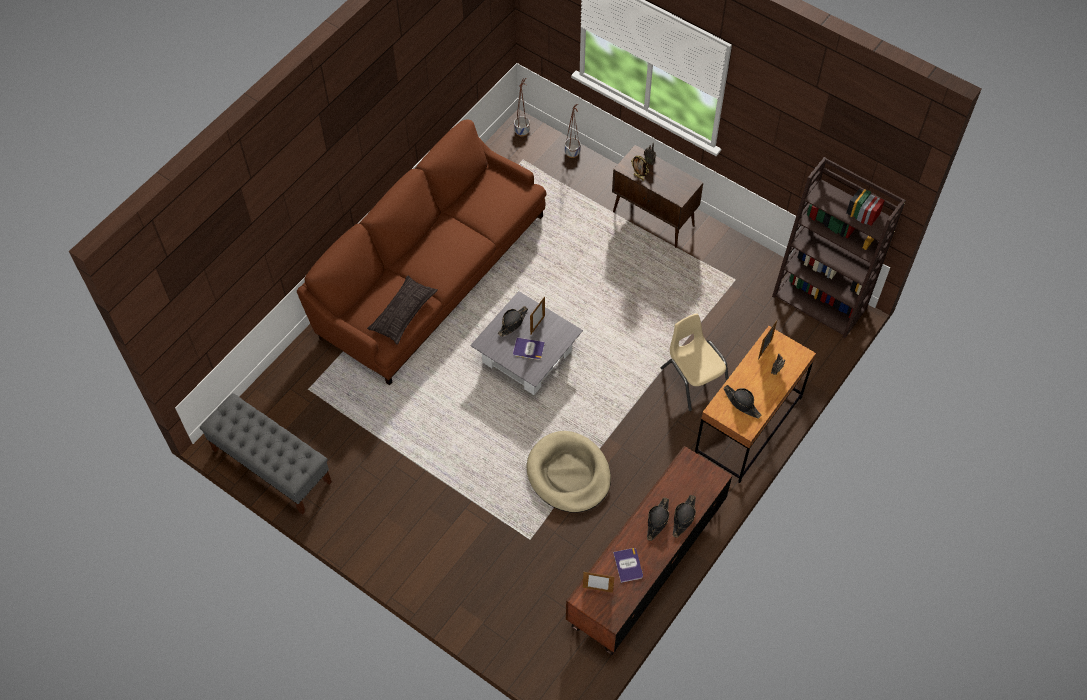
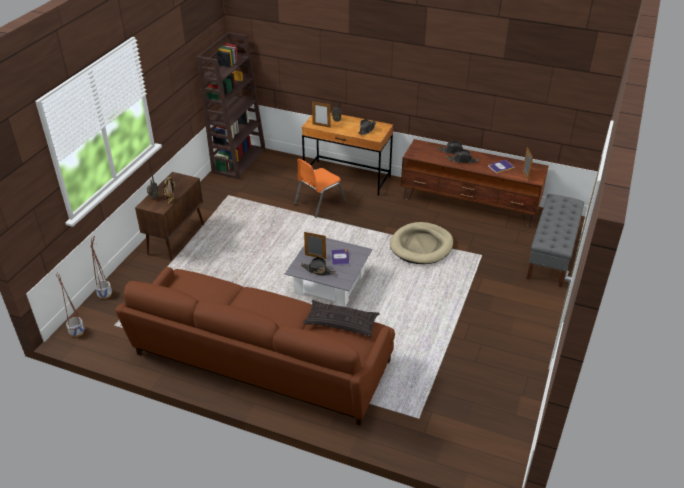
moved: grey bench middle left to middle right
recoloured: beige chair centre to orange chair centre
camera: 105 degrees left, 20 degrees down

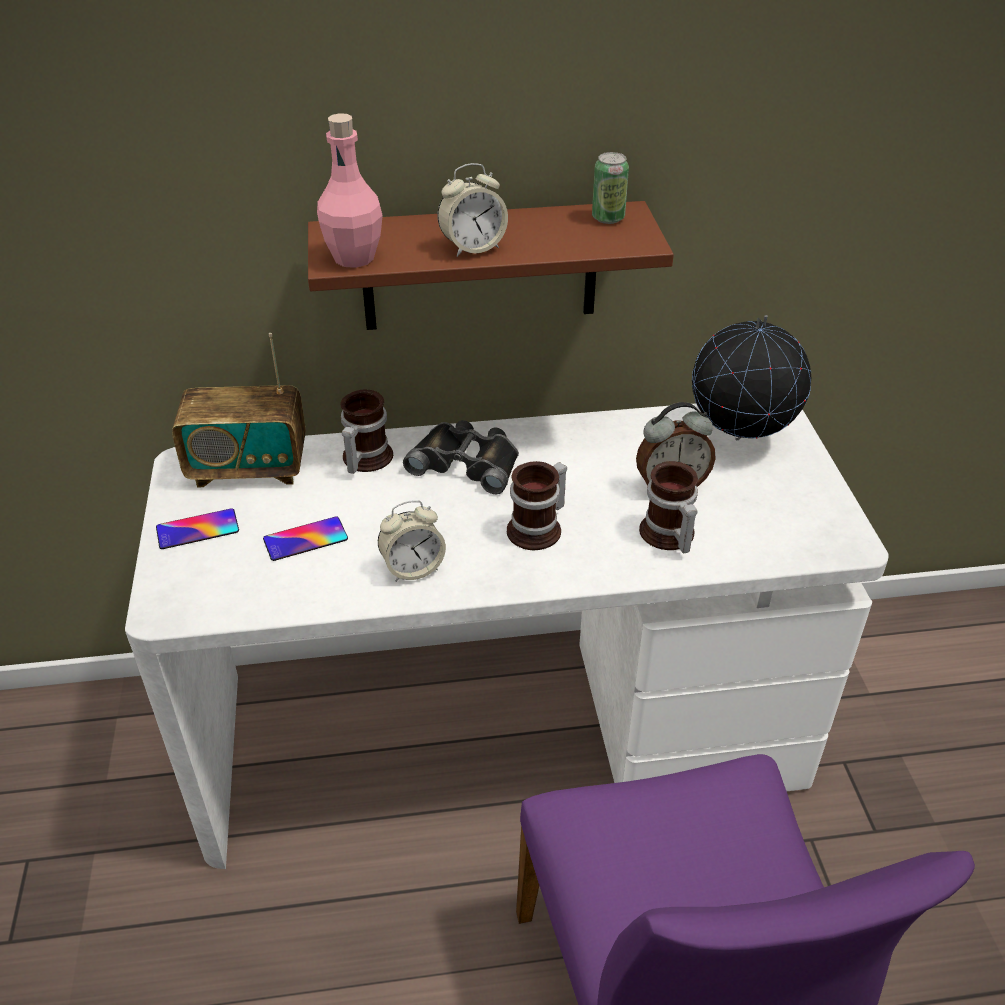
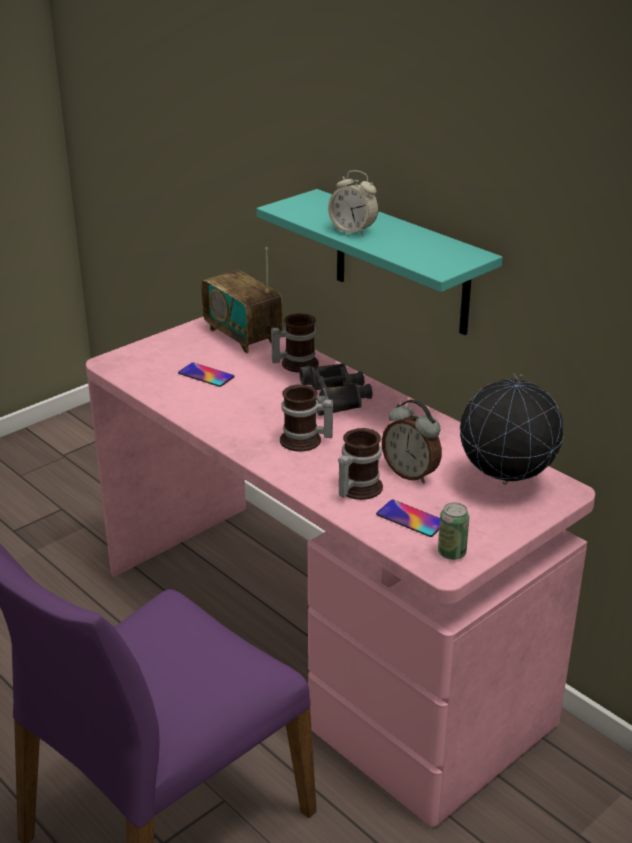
removed: pink bottle top centre; alarm clock (1st from left) centre
moved: phone (1st from left in the first image) middle left to phone (2nd from left) centre; can top centre to middle right
recoloured: white desk centre to pink desk bottom centre; brown shelf top centre to turquoise shelf top centre
camera: 55 degrees right, 10 degrees down

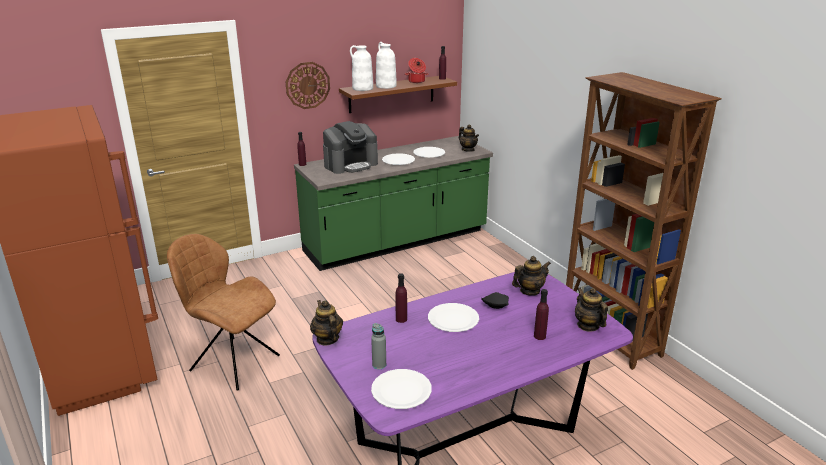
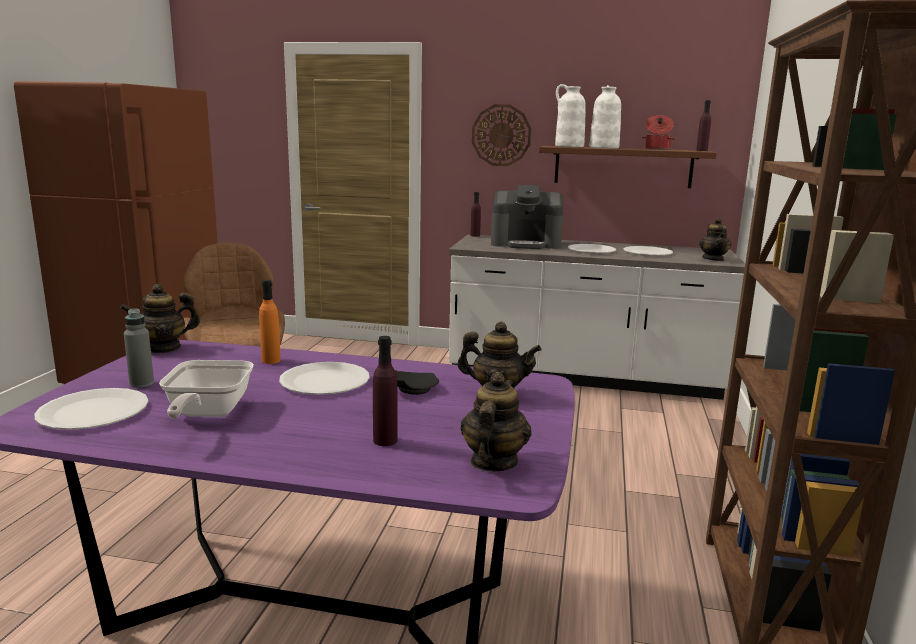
added: frying pan middle left
recoloured: green counter centre to white counter centre; purple bottle (2nd from left) centre to orange bottle middle left
turned: teapot (1st from left) bottom centre = middle left 135 degrees counterclockwise
camera: 40 degrees right, 10 degrees down

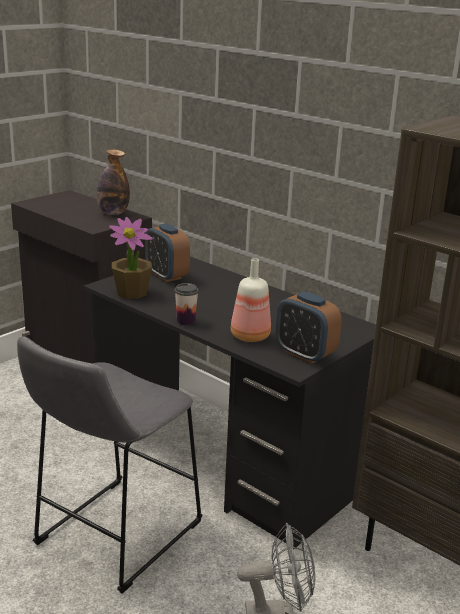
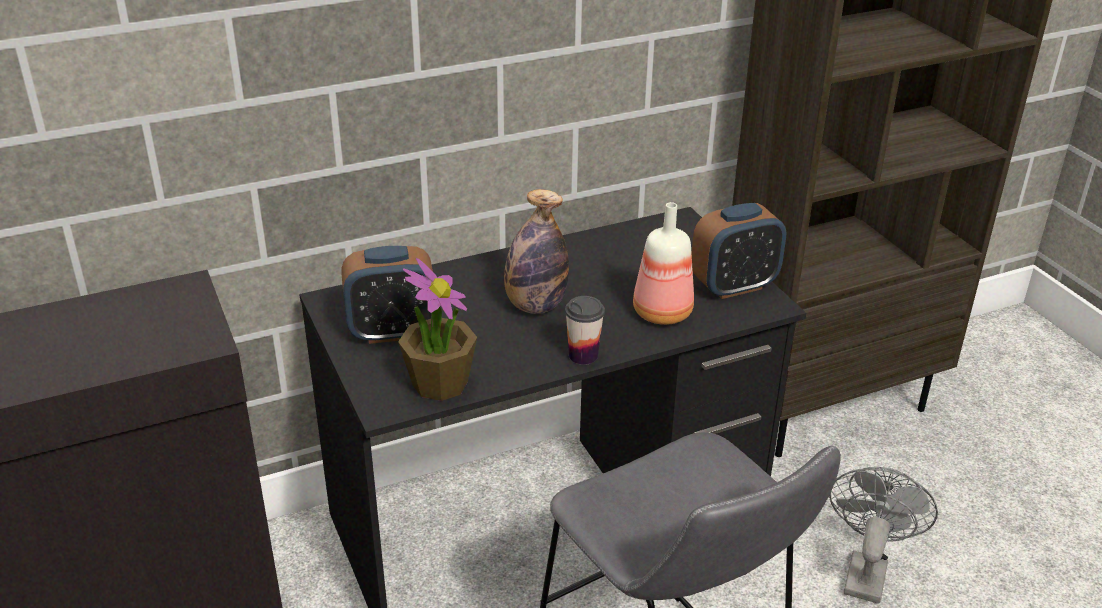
moved: bottle (1st from left) top left to centre
camera: 65 degrees left, 10 degrees up

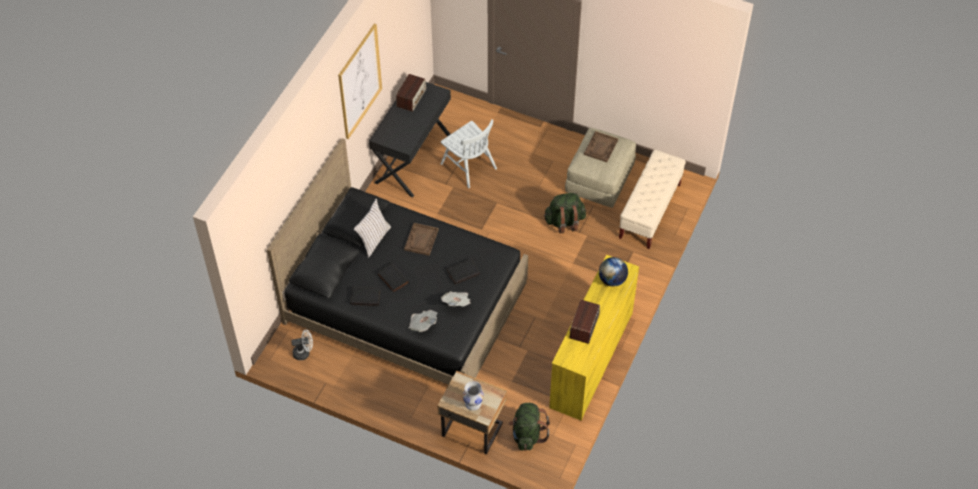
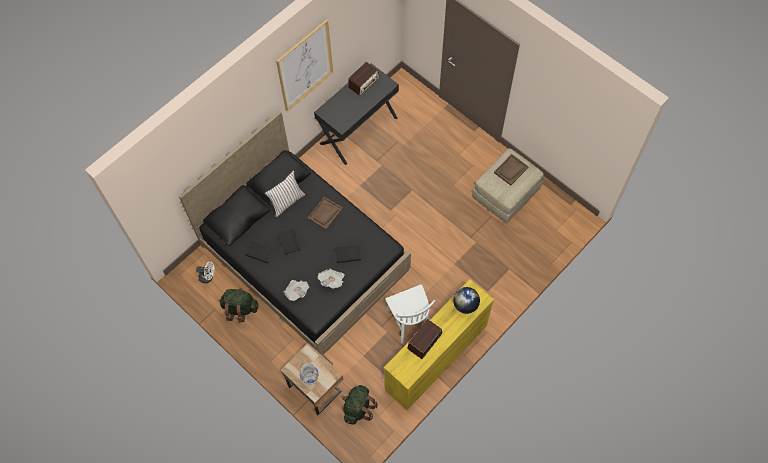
removed: beige bench middle right
moved: white chair top centre to bottom centre; green backpack (2nd from left in the first image) centre to green backpack (1st from left) middle left
camera: 20 degrees right, 10 degrees up

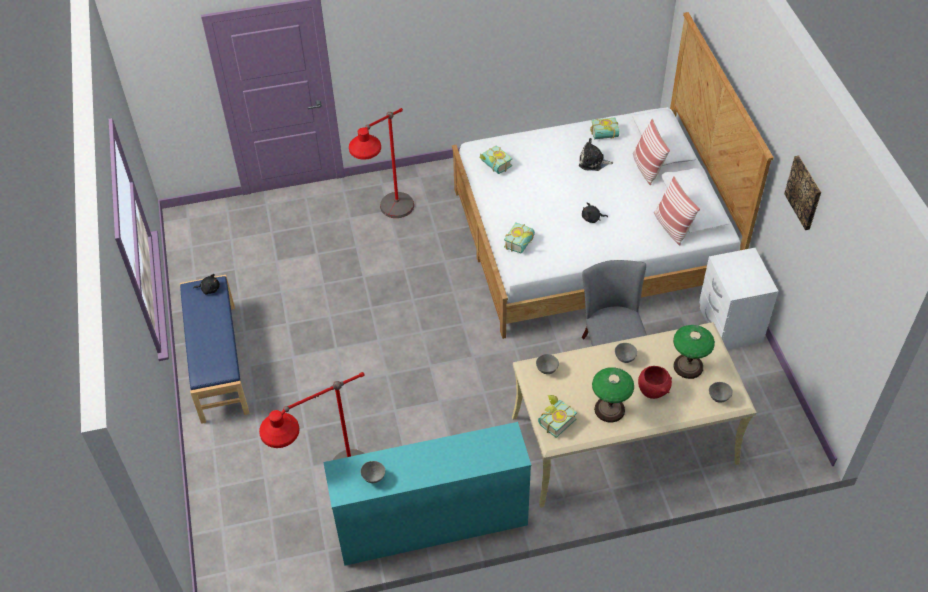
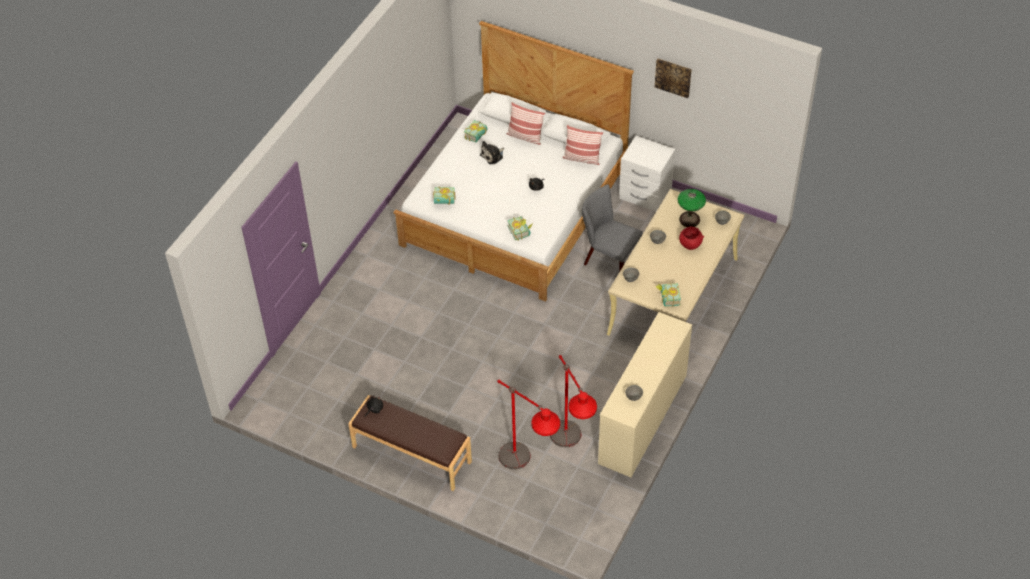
removed: table lamp (1st from left) bottom centre
moved: red floor lamp (2nd from left in the first image) top centre to red floor lamp (1st from left) bottom centre
recoloured: blue bench middle left to brown bench bottom centre; turquoise dresser bottom centre to beige dresser bottom centre
camera: 50 degrees left, 0 degrees up

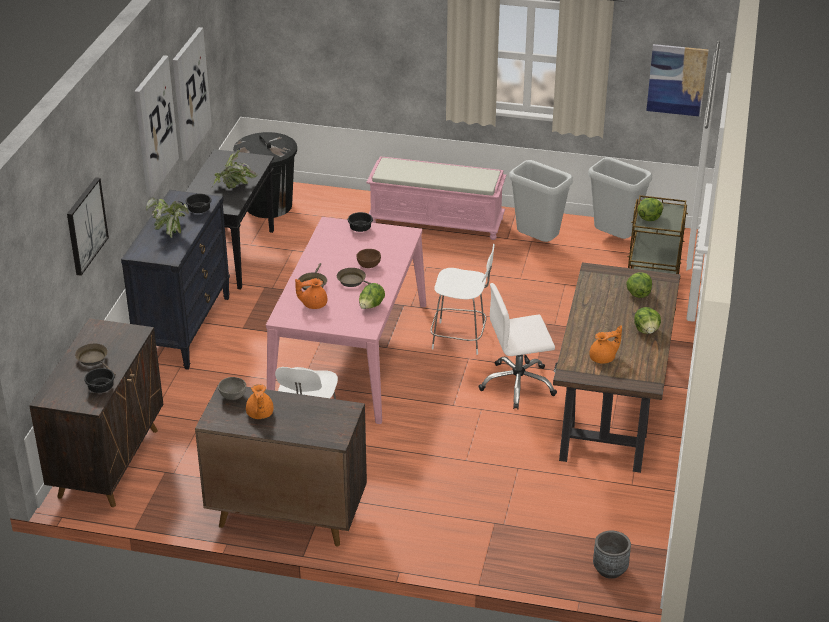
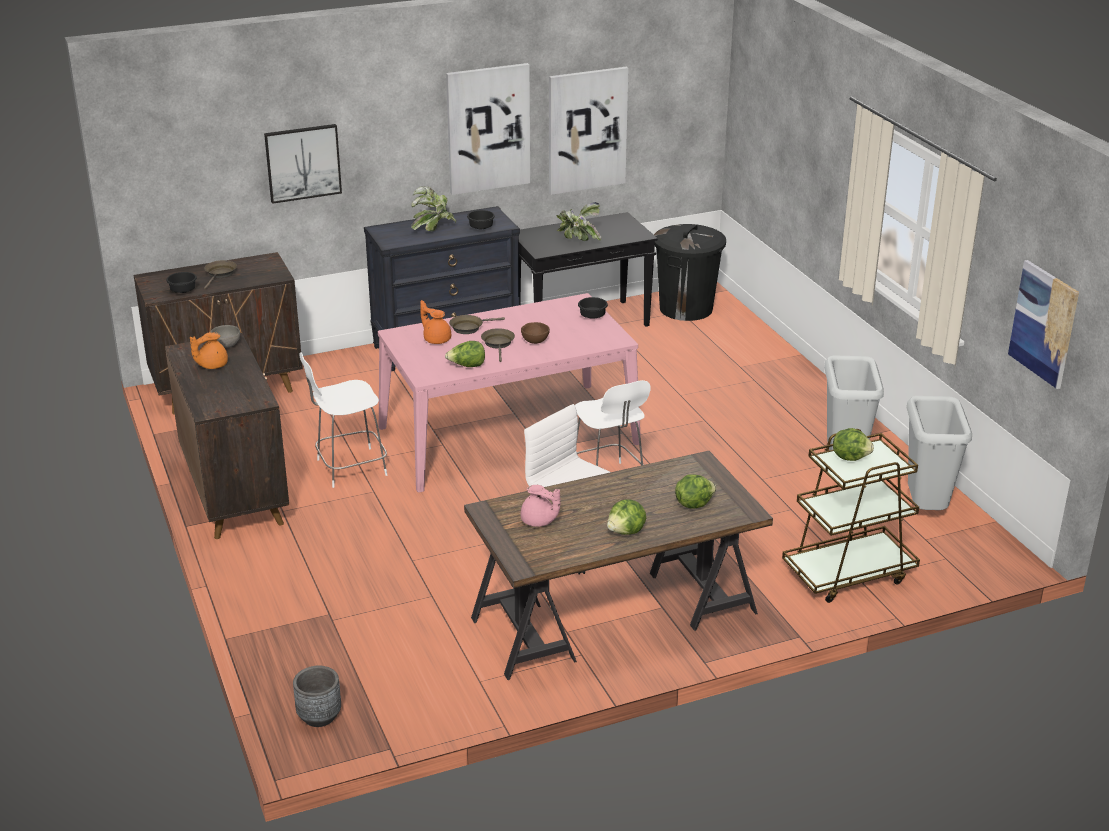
removed: pink bench top centre
recoloured: orange teapot (3rd from left) middle right to pink teapot centre
camera: 55 degrees right, 5 degrees down

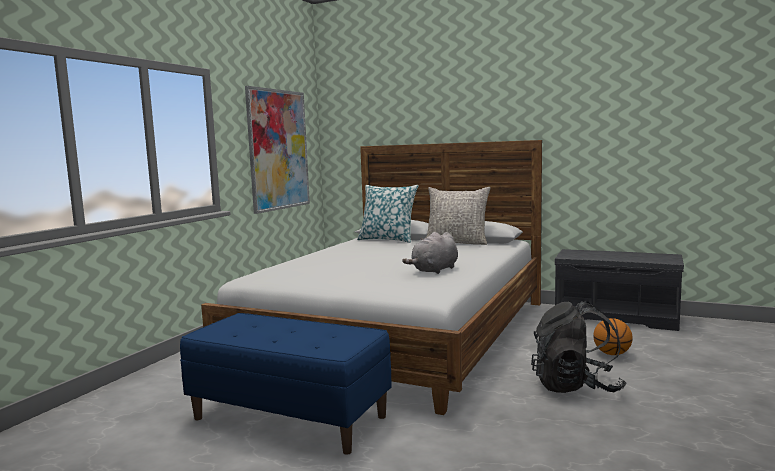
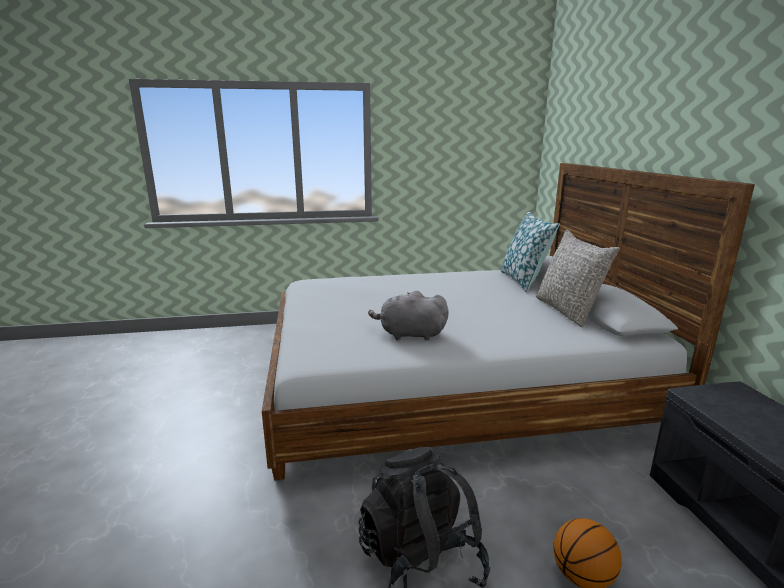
removed: blue bench bottom centre; picture top centre
camera: 55 degrees right, 10 degrees up

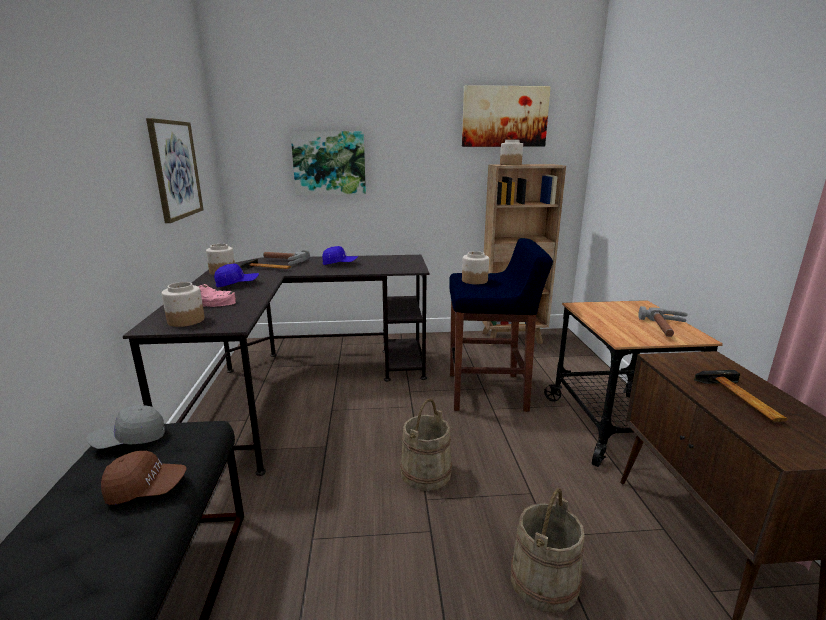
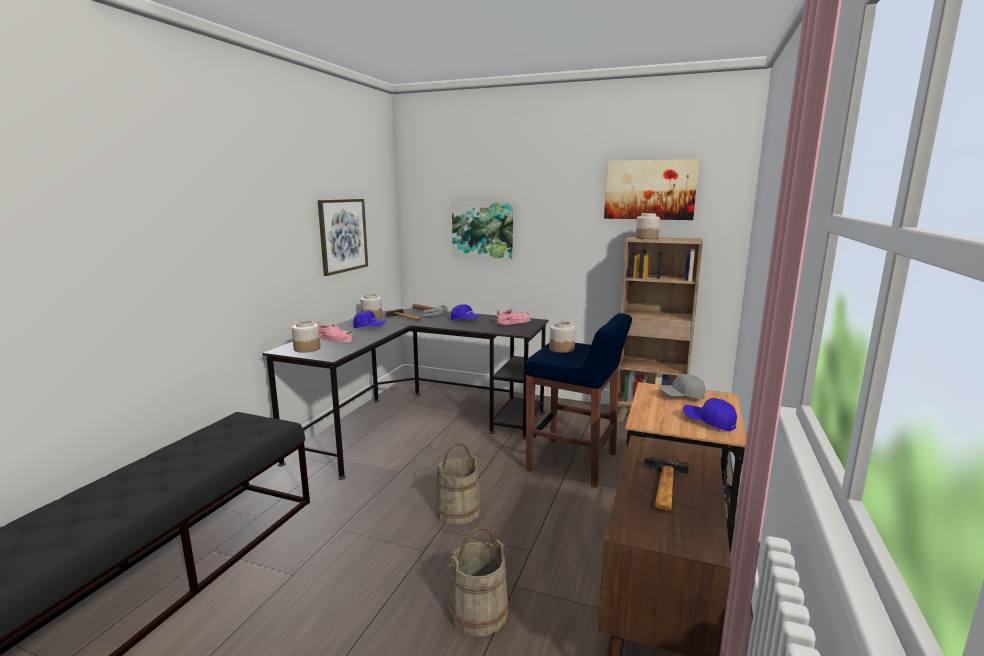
removed: brown cap bottom left
added: pink shoe (2nd from left) centre
moved: grey cap bottom left to middle right
replaced: hammer (3rd from left) middle right to blue cap (3rd from left) middle right
camera: 25 degrees right, 5 degrees down

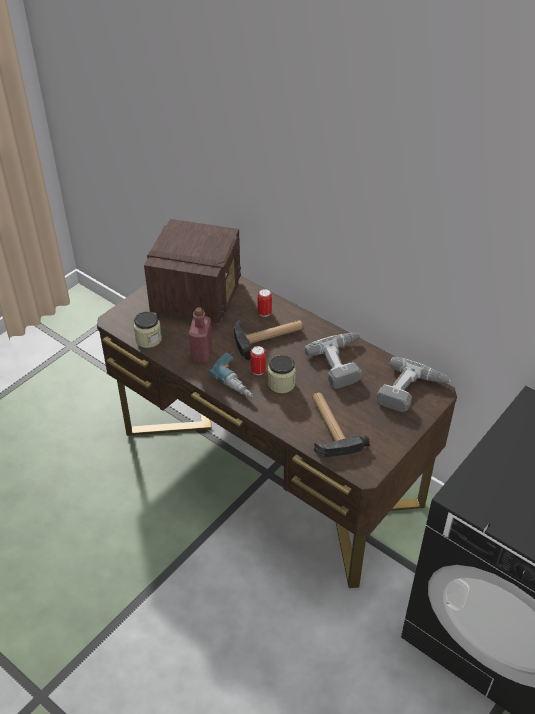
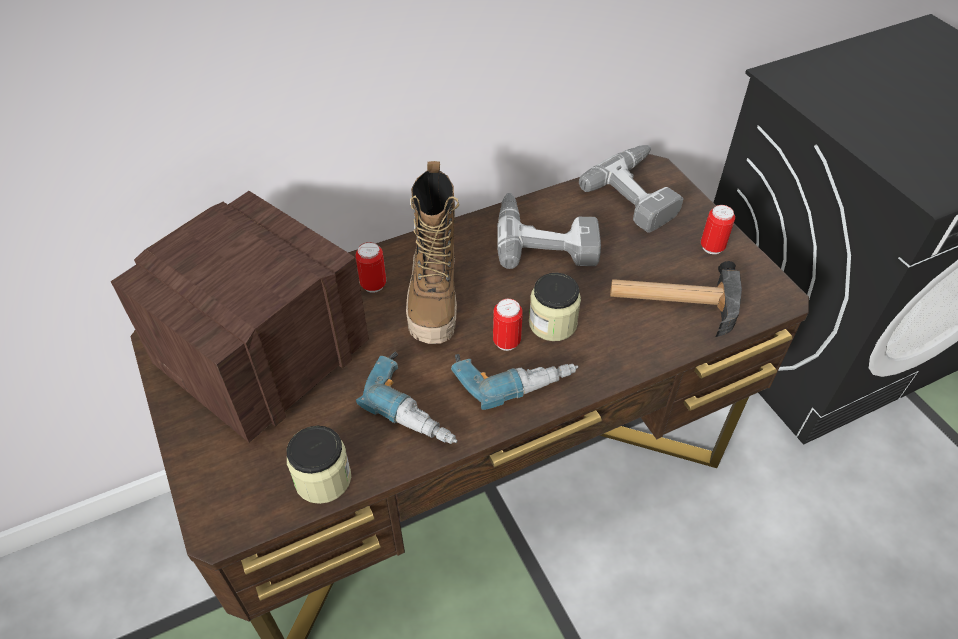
added: can (3rd from left) middle right
replaced: red bottle centre to power drill (1st from left) centre; hammer (1st from left) centre to boot centre
turned: radio centre = middle left 90 degrees counterclockwise
camera: 65 degrees left, 5 degrees up

